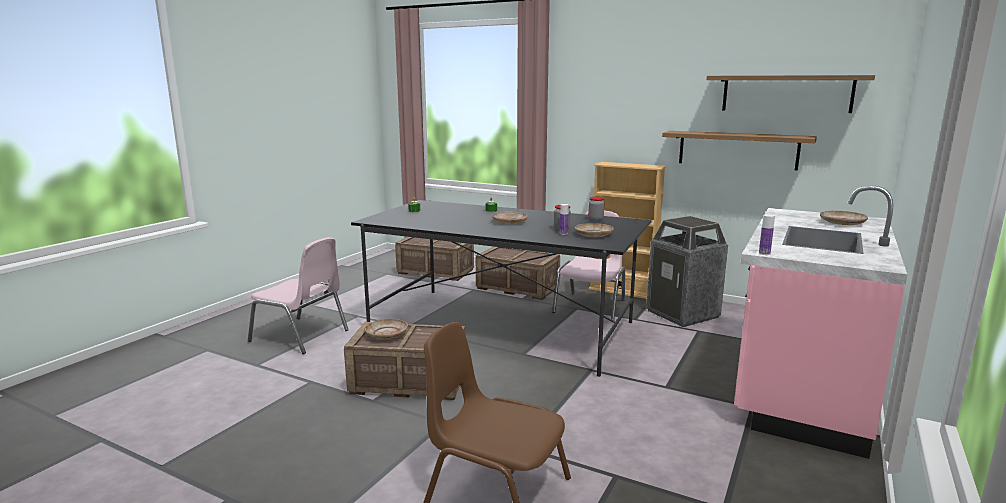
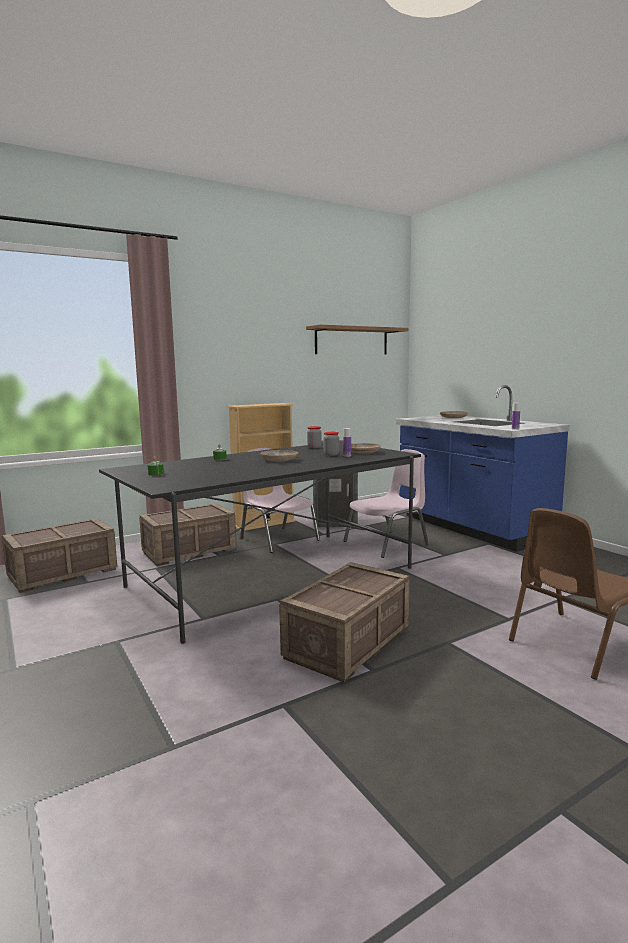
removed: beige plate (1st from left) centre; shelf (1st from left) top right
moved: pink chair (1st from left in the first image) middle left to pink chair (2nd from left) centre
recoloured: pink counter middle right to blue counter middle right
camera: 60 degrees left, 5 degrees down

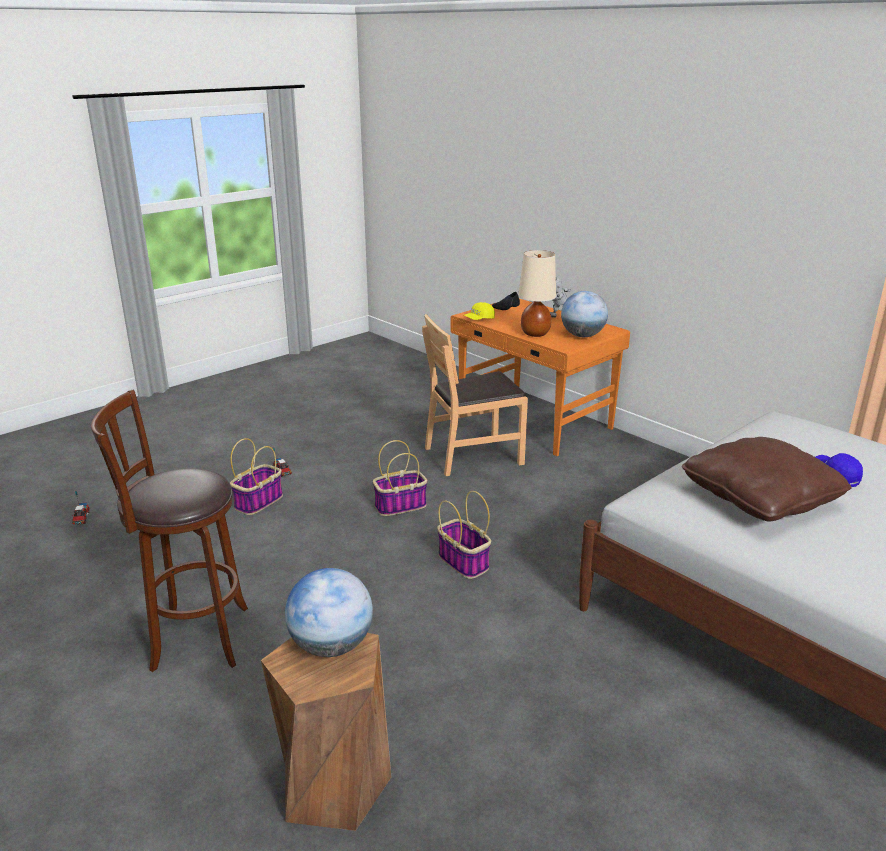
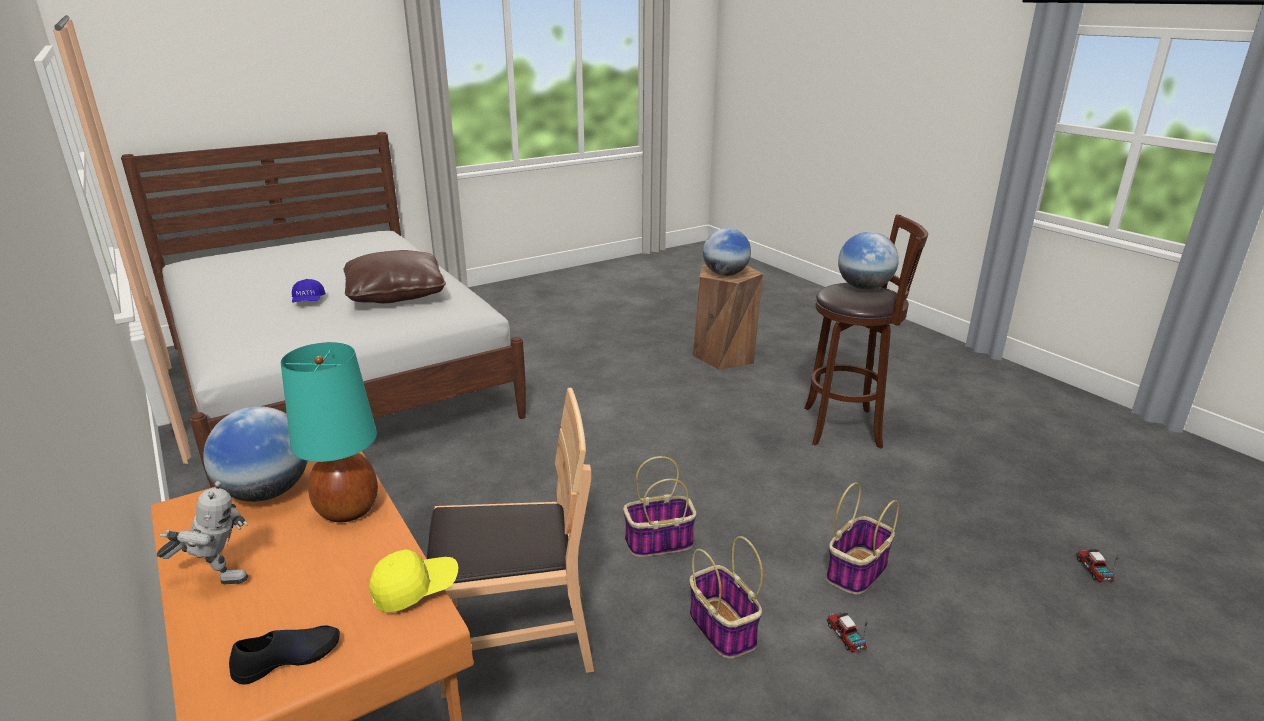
added: globe (3rd from left) middle right
moved: basket (3rd from left in the first image) centre to basket (2nd from left) bottom centre
recoloured: beige table lamp centre to turquoise table lamp middle left
camera: 170 degrees left, 0 degrees up

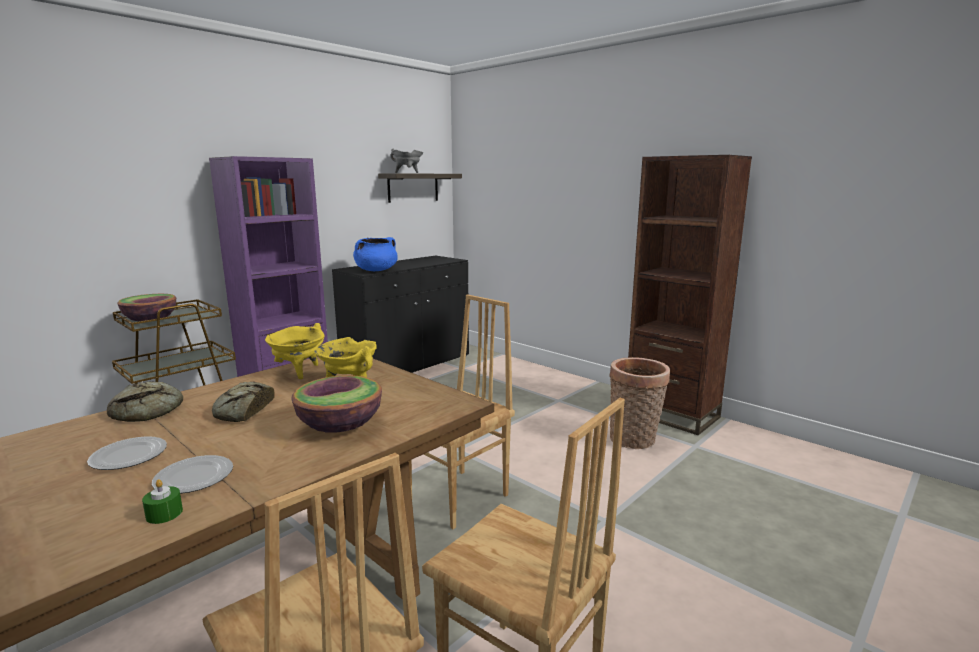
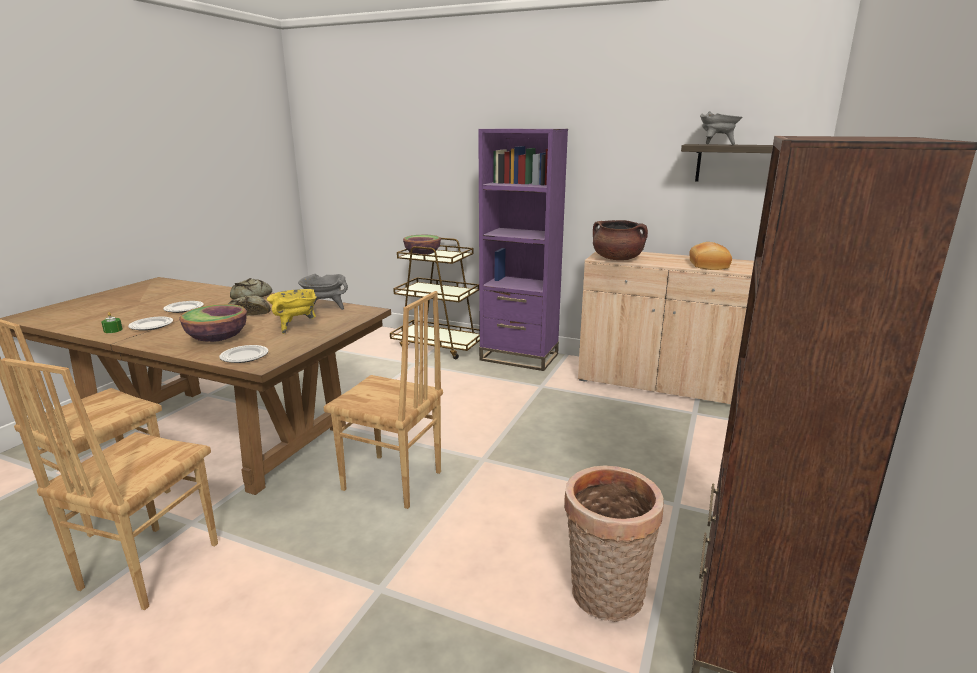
added: plate (3rd from left) middle left; bread (3rd from left) middle right
recoloured: yellow cooking pot (1st from left) middle left to grey cooking pot (1st from left) middle left; black cabinet centre to beige cabinet middle right; blue cooking pot centre to brown cooking pot centre
camera: 70 degrees right, 5 degrees up

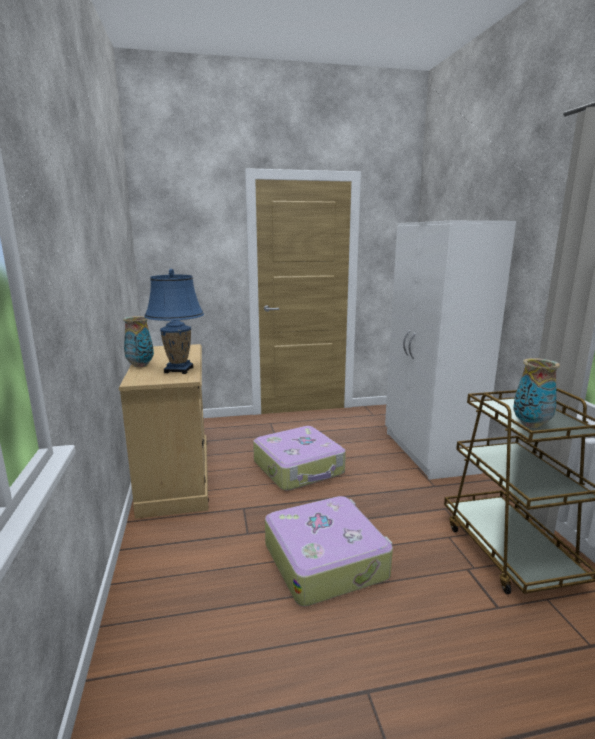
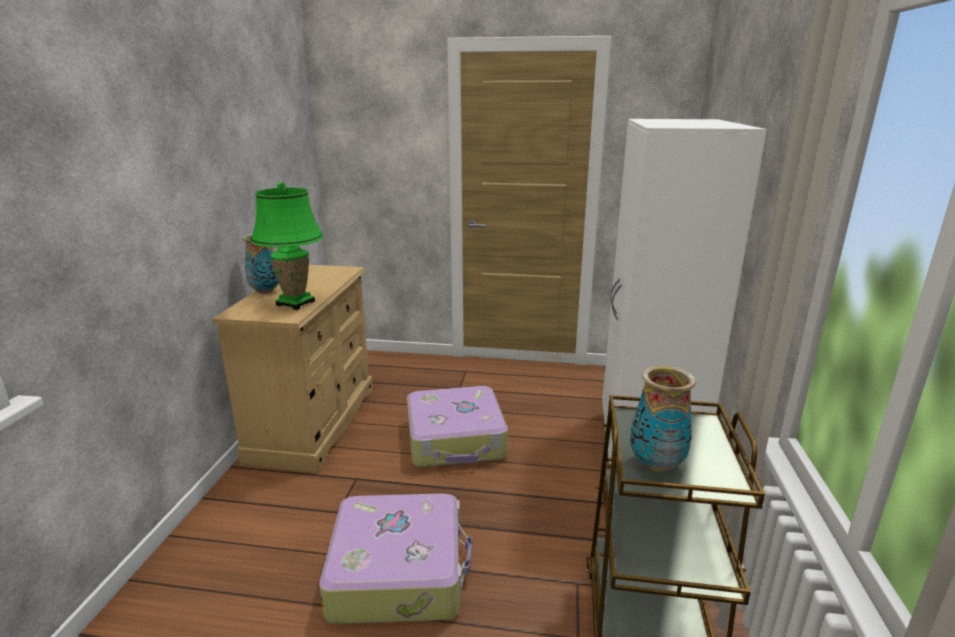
recoloured: blue table lamp middle left to green table lamp middle left
camera: 20 degrees right, 5 degrees up

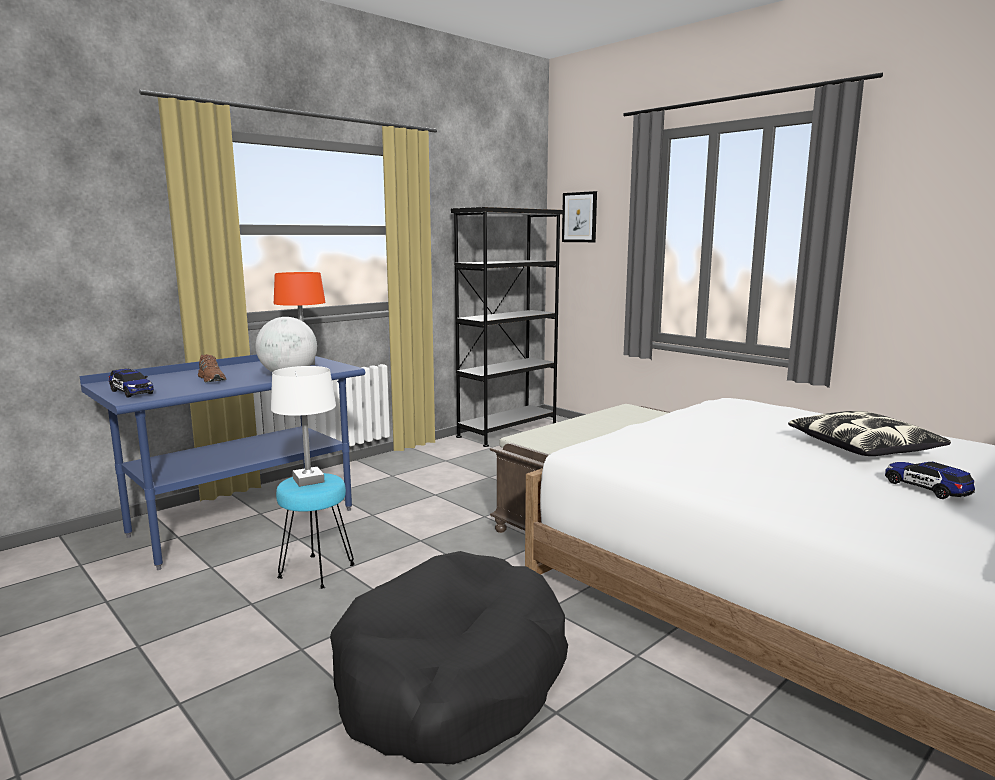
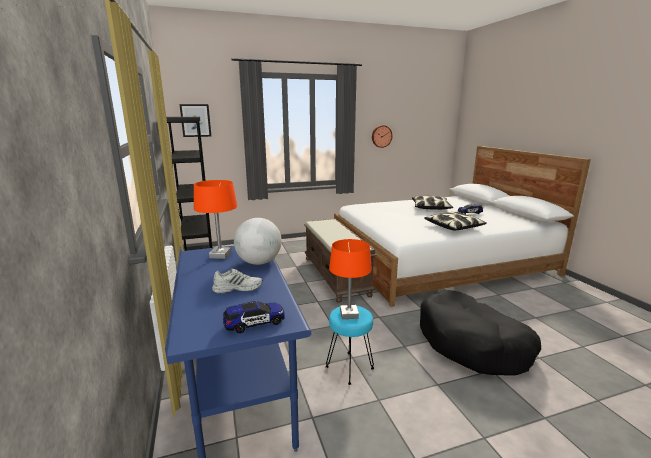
added: wall clock top centre; pillow (2nd from left) middle right
recoloured: brown shoe middle left to white shoe centre; white table lamp middle left to orange table lamp (2nd from left) centre
camera: 65 degrees left, 5 degrees up

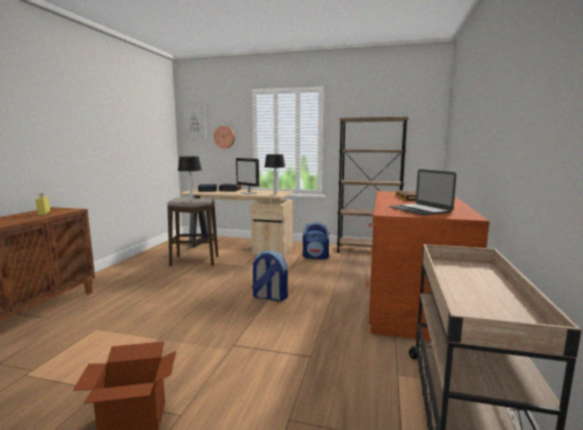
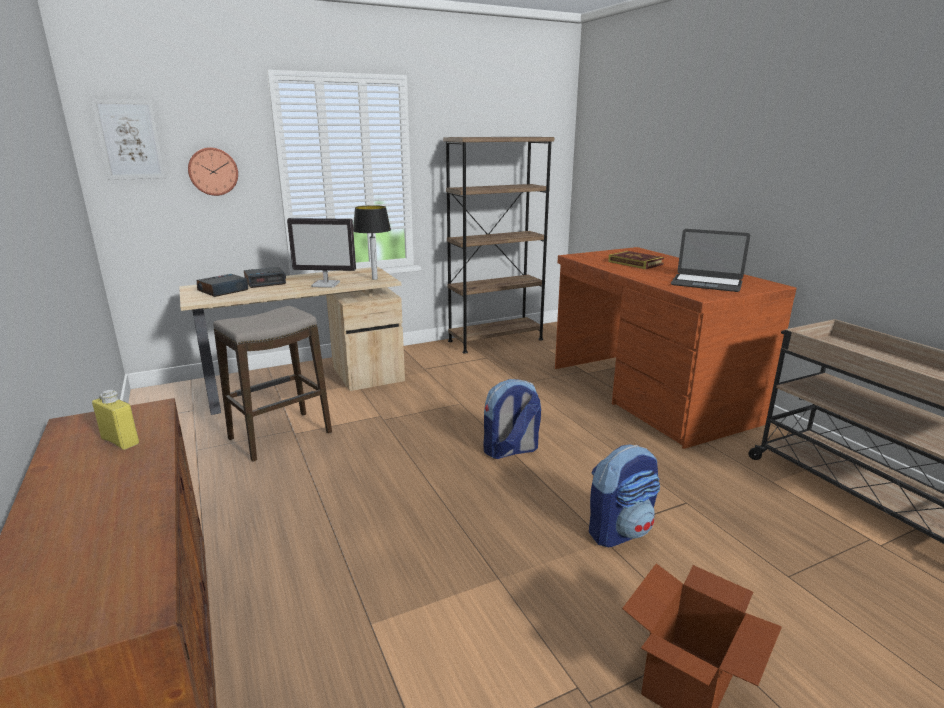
removed: table lamp (1st from left) middle left
moved: backpack (2nd from left) centre to bottom centre
camera: 40 degrees left, 10 degrees up

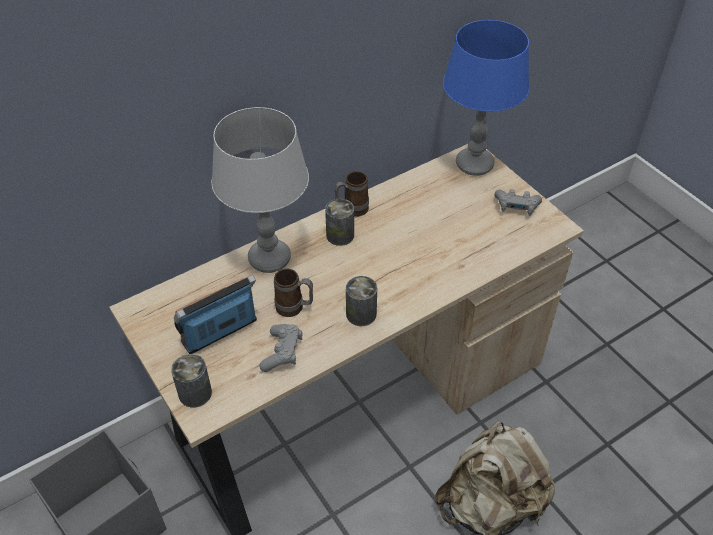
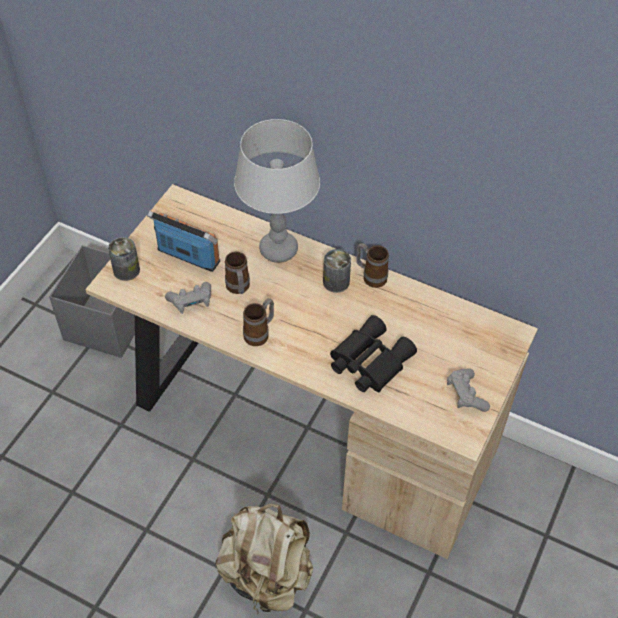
removed: blue table lamp top right
added: black binoculars centre
replaced: can (3rd from left) centre to mug (2nd from left) centre
camera: 60 degrees right, 5 degrees up

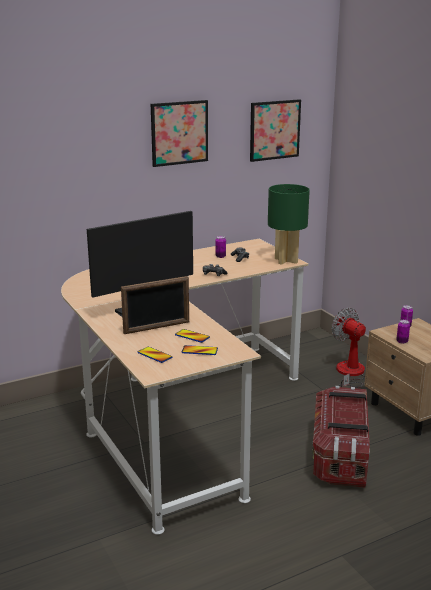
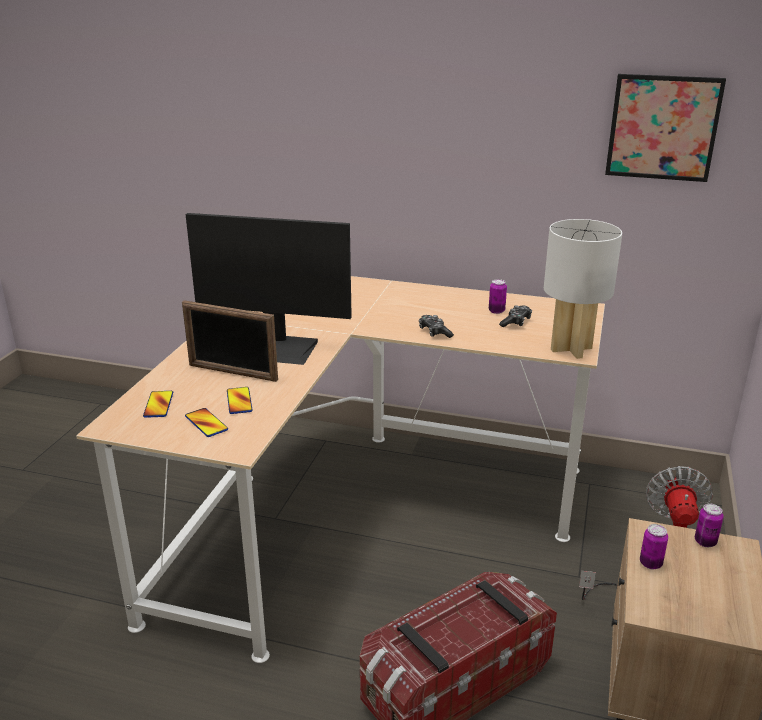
removed: picture (1st from left) top centre
recoloured: green table lamp middle right to white table lamp middle right
camera: 45 degrees right, 5 degrees up

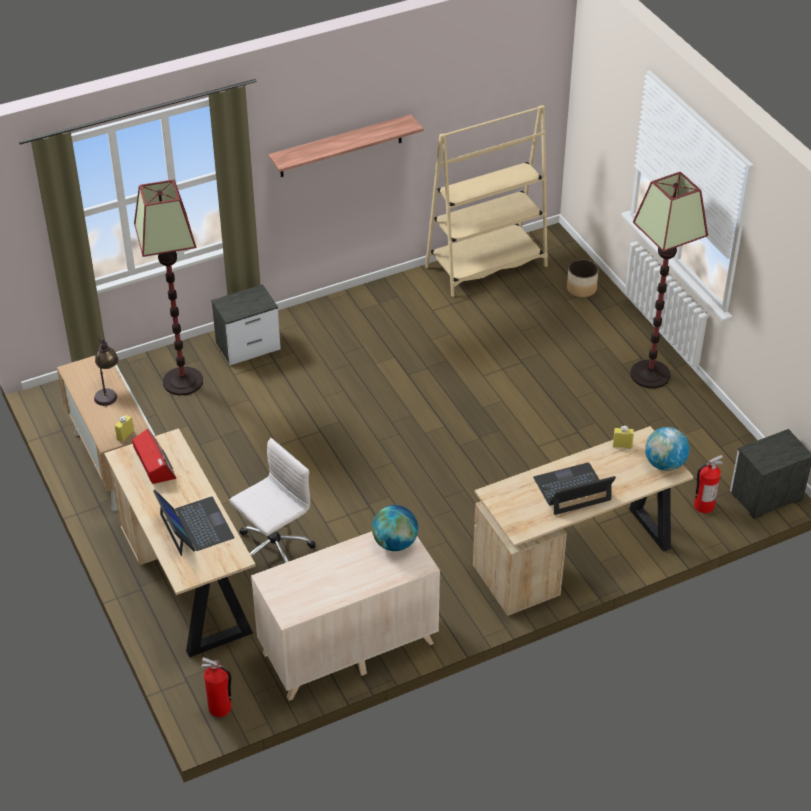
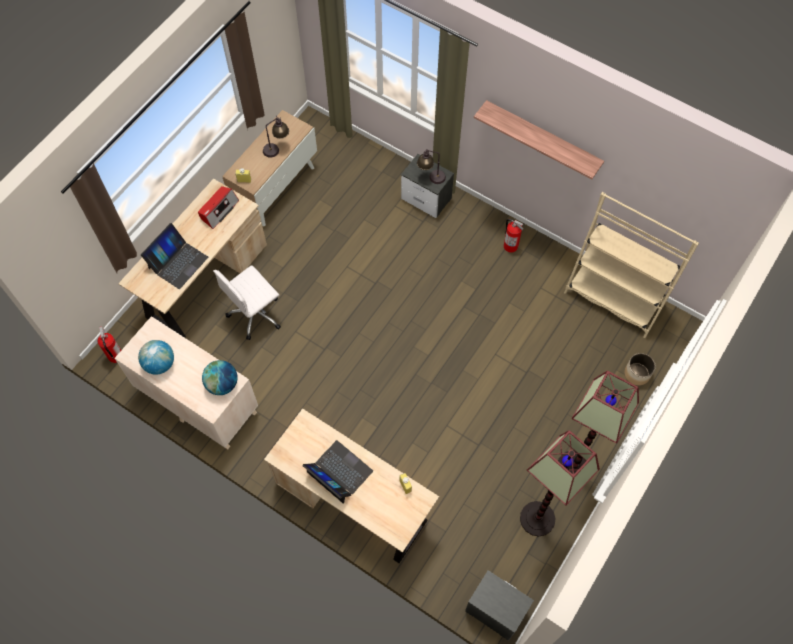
added: table lamp (2nd from left) top centre
moved: floor lamp (1st from left) middle left to bottom right; globe (2nd from left in the first image) middle right to globe (1st from left) middle left; fire extinguisher (2nd from left) middle right to centre
turned: white office chair centre = middle left 120 degrees clockwise
camera: 60 degrees right, 20 degrees up

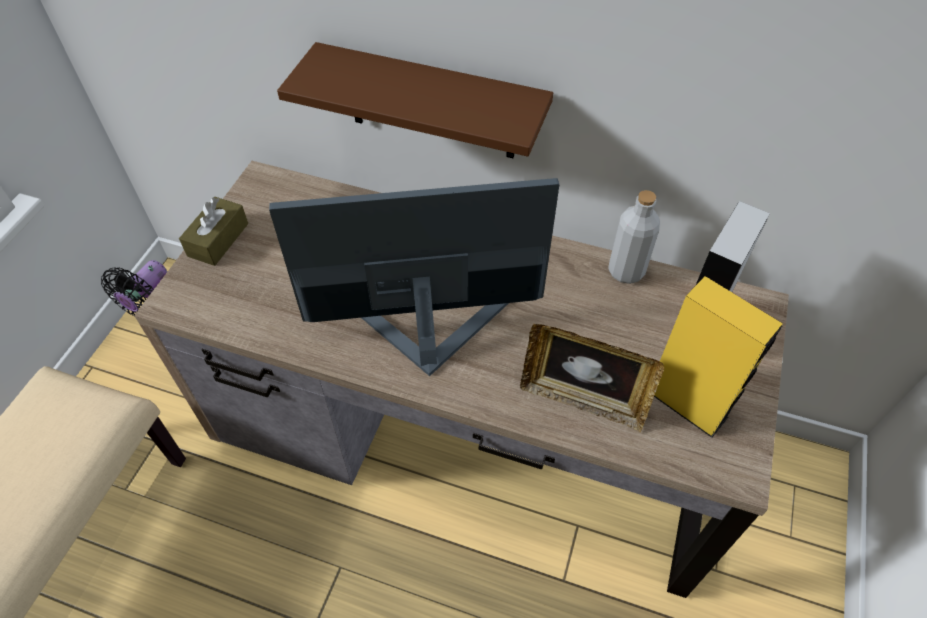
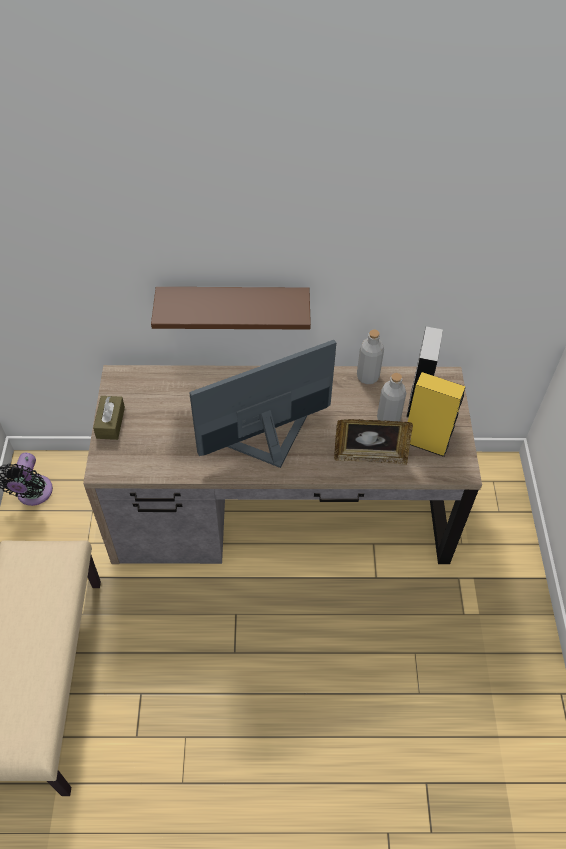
added: grey bottle (2nd from left) middle right
camera: 20 degrees left, 0 degrees up

